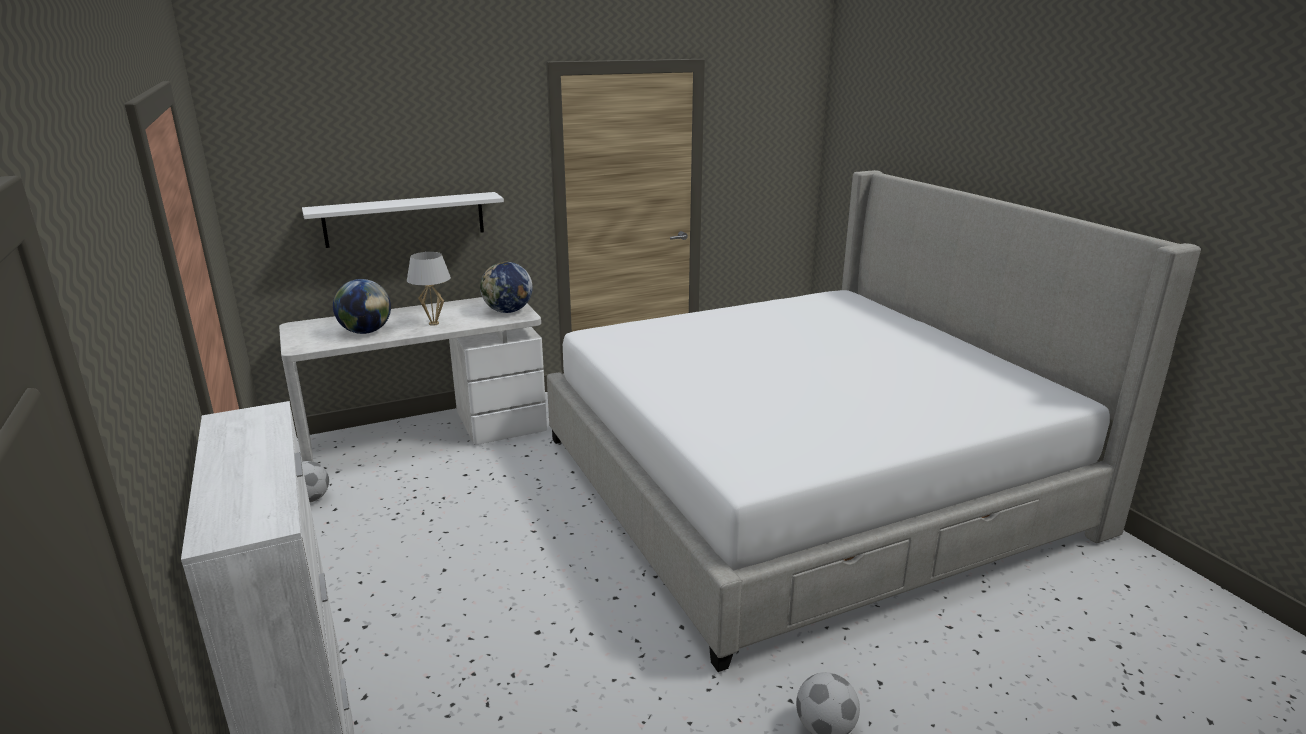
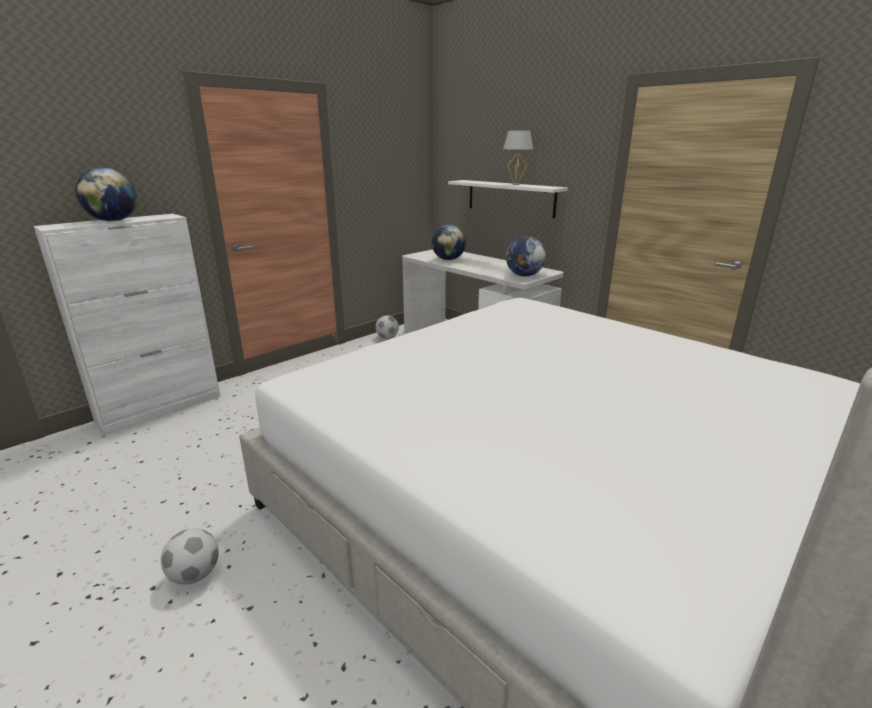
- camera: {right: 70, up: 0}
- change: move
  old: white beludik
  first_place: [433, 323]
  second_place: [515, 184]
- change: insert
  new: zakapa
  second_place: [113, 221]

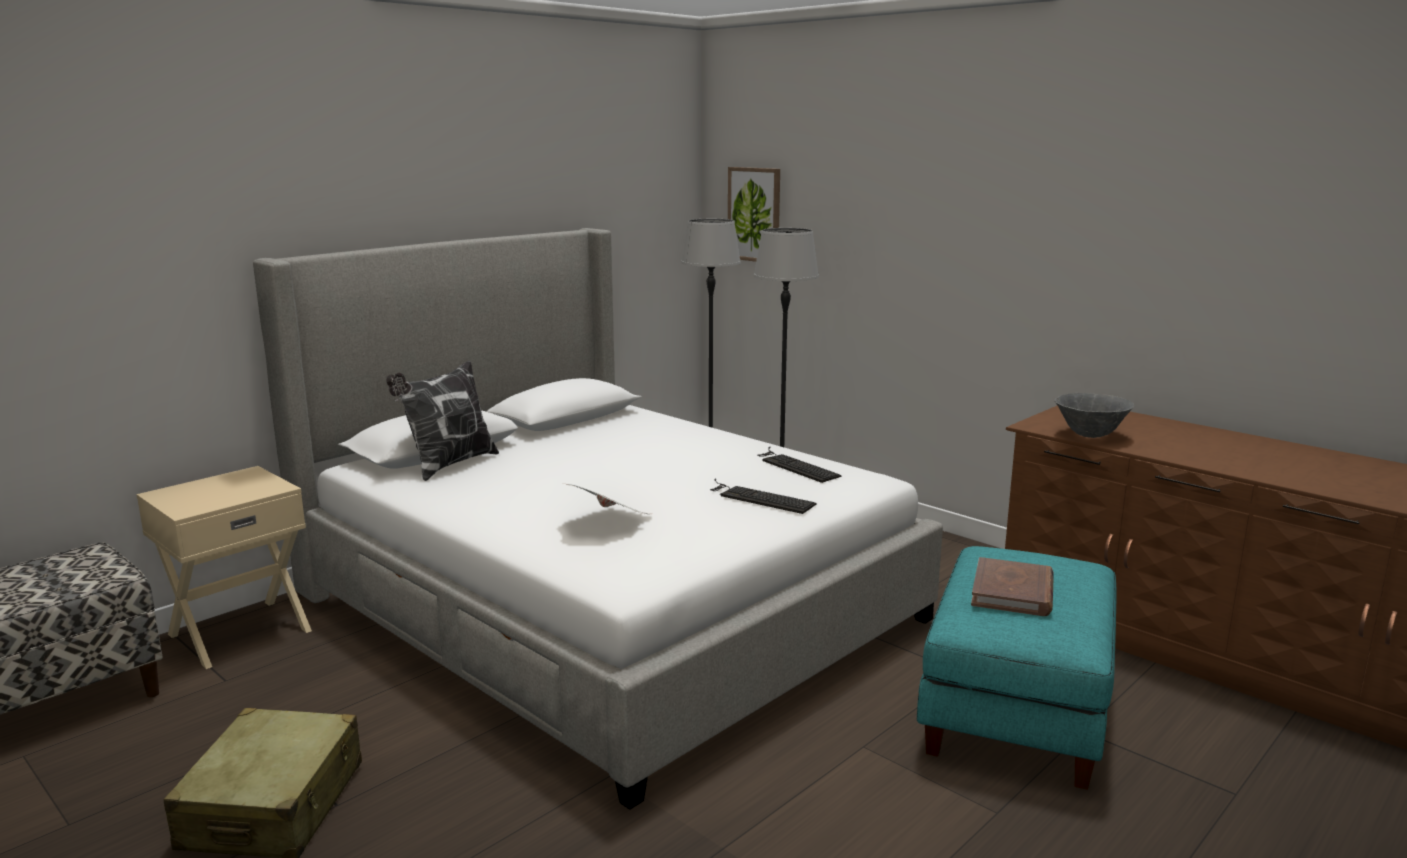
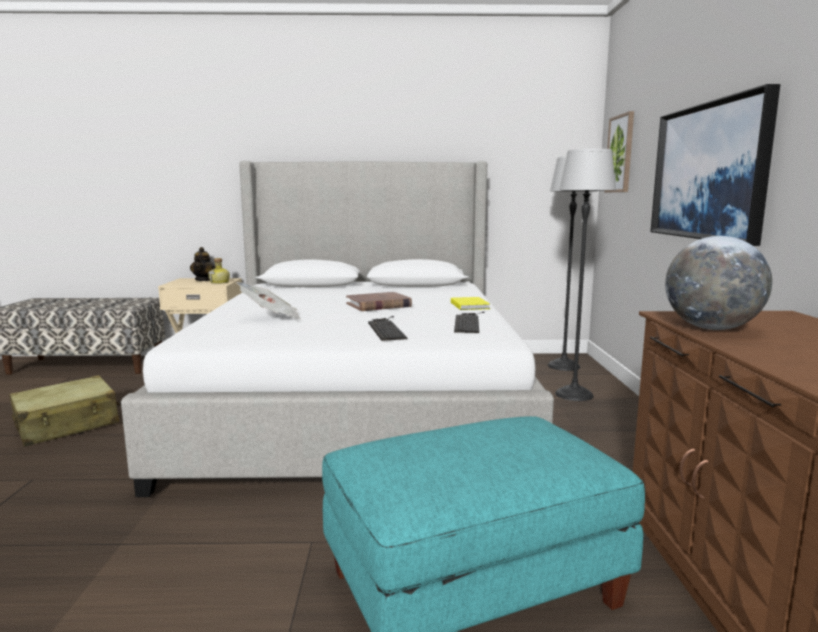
- camera: {right: 45, up: -5}
- change: delete
  old: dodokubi
  first_place: [449, 465]
- change: replace
  old: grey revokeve
  new: zakapa
  first_place: [1090, 435]
  second_place: [711, 328]
- change: move
  old: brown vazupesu
  first_place: [1012, 592]
  second_place: [378, 305]
- change: insert
  new: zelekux
  second_place: [709, 171]
- change: insert
  new: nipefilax
  second_place: [204, 280]
- change: insert
  new: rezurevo
  second_place: [220, 282]
- change: insert
  new: yellow vazupesu
  second_place: [470, 305]

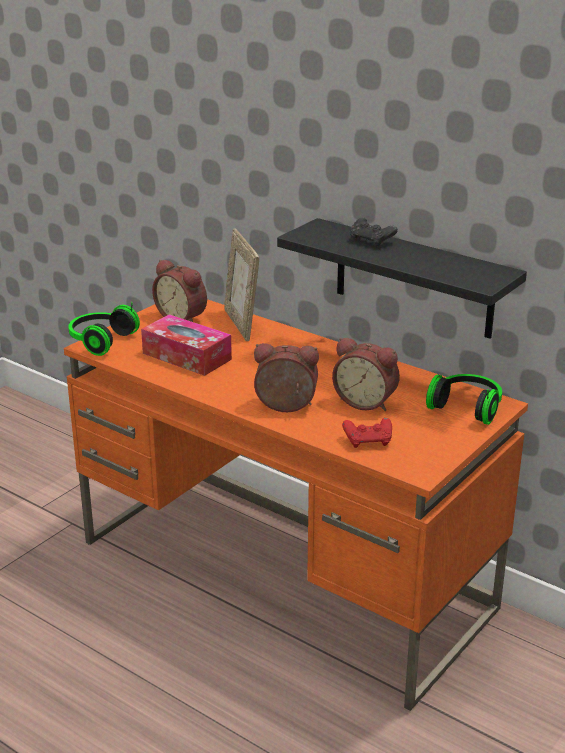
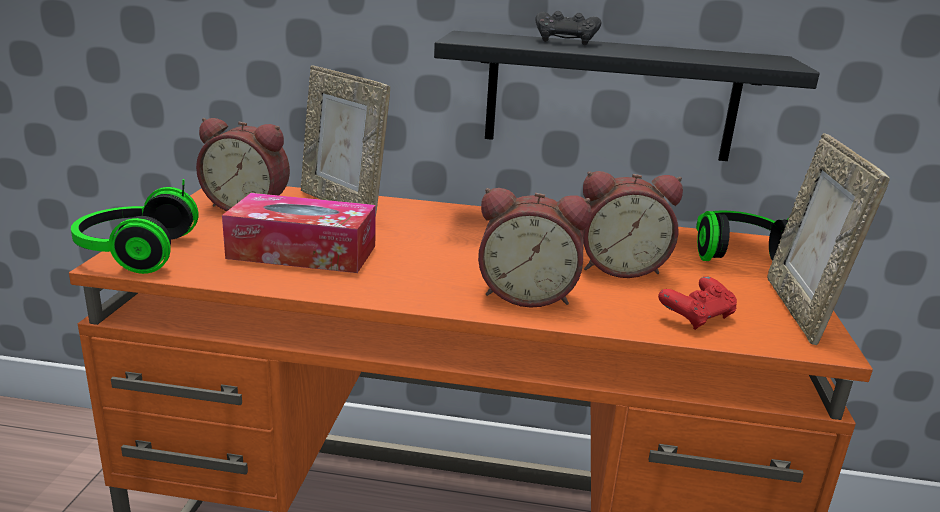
- camera: {right: -30, up: -5}
- change: rotate
  old: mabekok
  first_place: [285, 407]
  second_place: [527, 294]
  degrees: -150
- change: insert
  new: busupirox
  second_place: [800, 310]

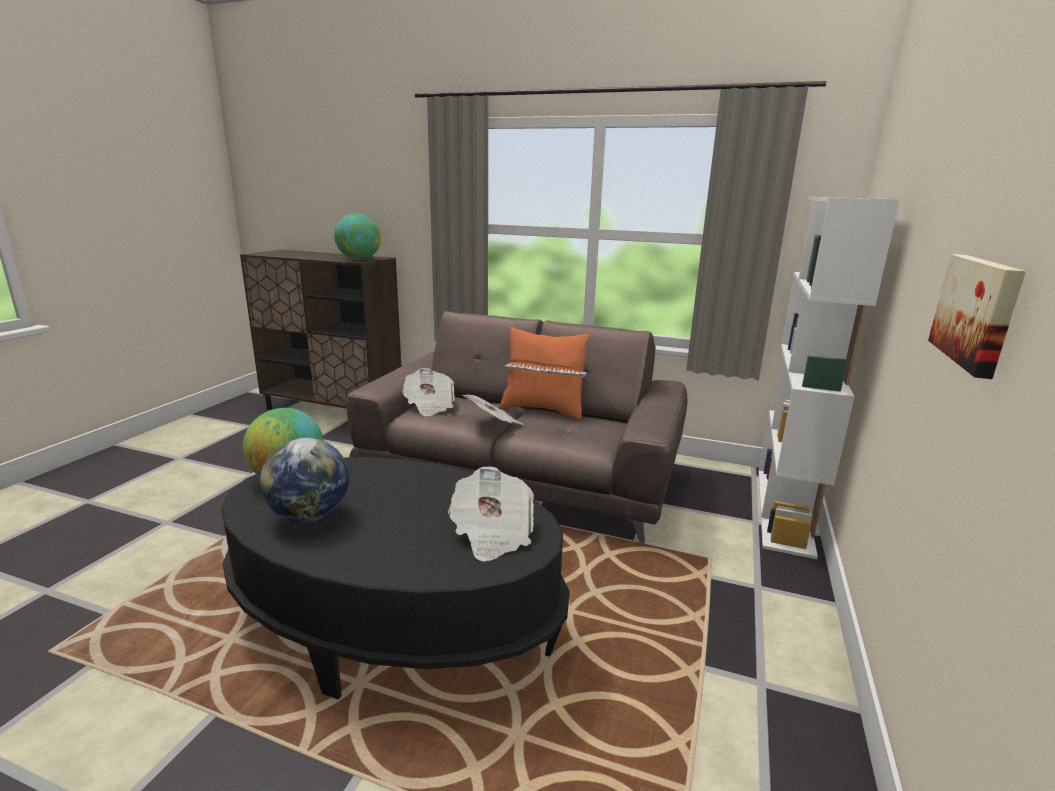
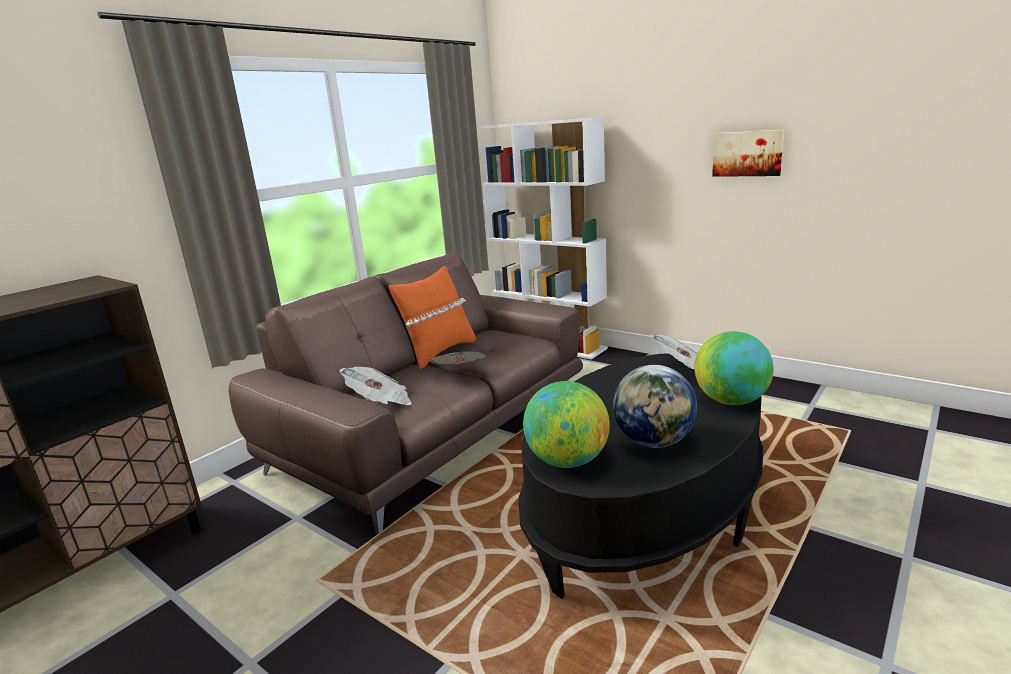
- camera: {right: -70, up: 0}
- change: move
  old: zakapa
  first_place: [359, 259]
  second_place: [731, 401]

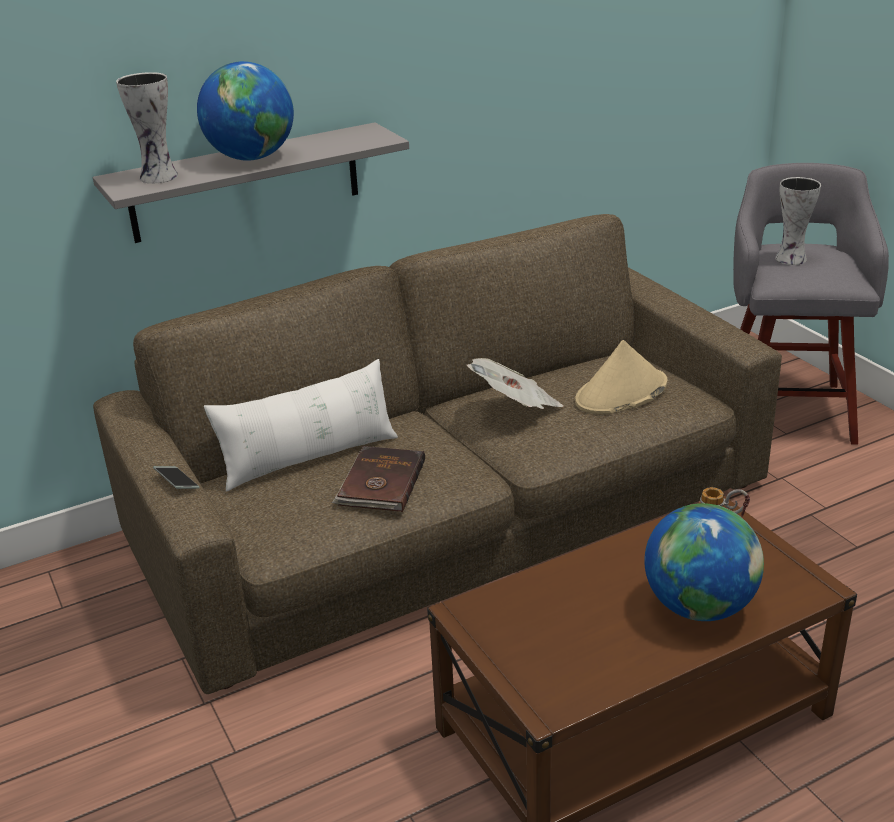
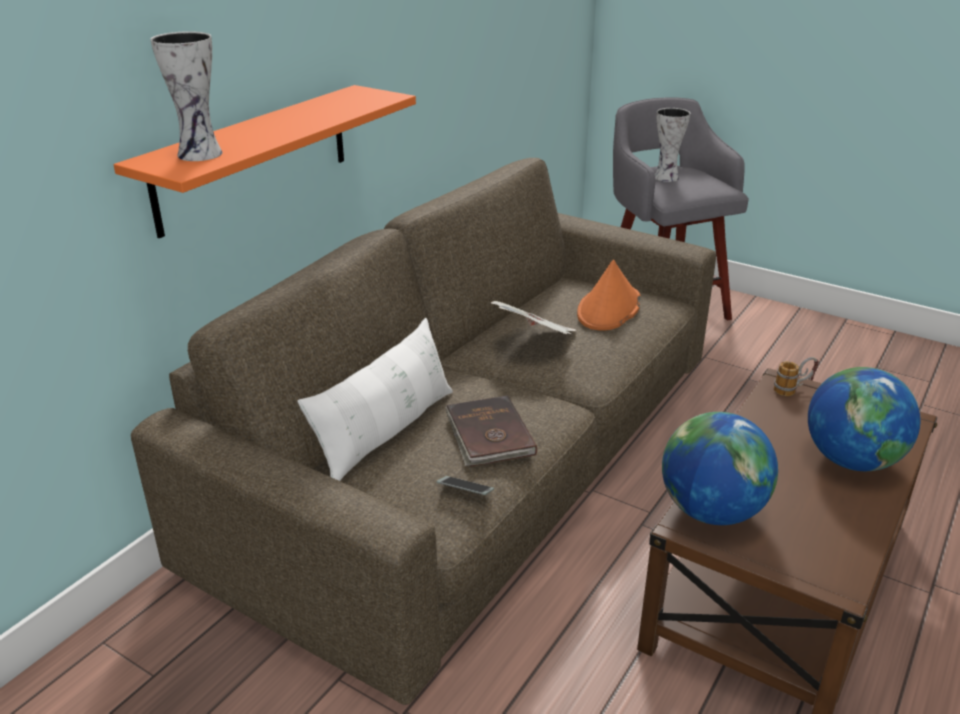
- camera: {right: -30, up: 0}
- change: move
  old: zakapa
  first_place: [251, 158]
  second_place: [711, 511]
- change: recolor
  old: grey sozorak
  new: orange sozorak
  first_place: [245, 183]
  second_place: [254, 158]
- change: recolor
  old: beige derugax
  new: orange derugax
  first_place: [621, 393]
  second_place: [609, 309]
- change: move
  old: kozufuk
  first_place: [177, 482]
  second_place: [465, 490]

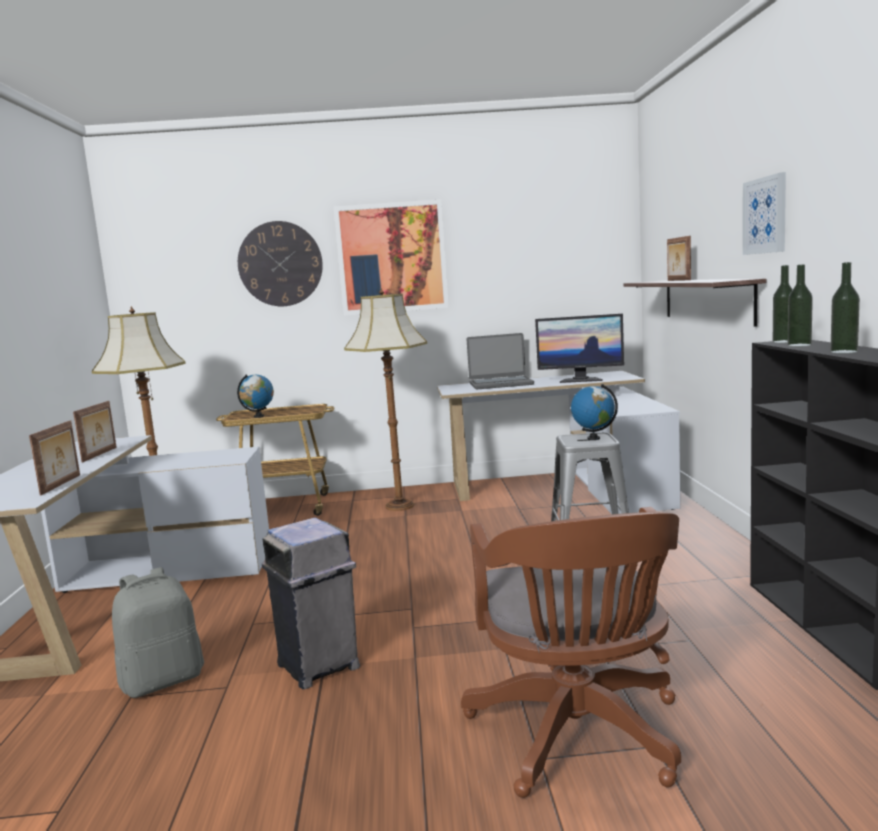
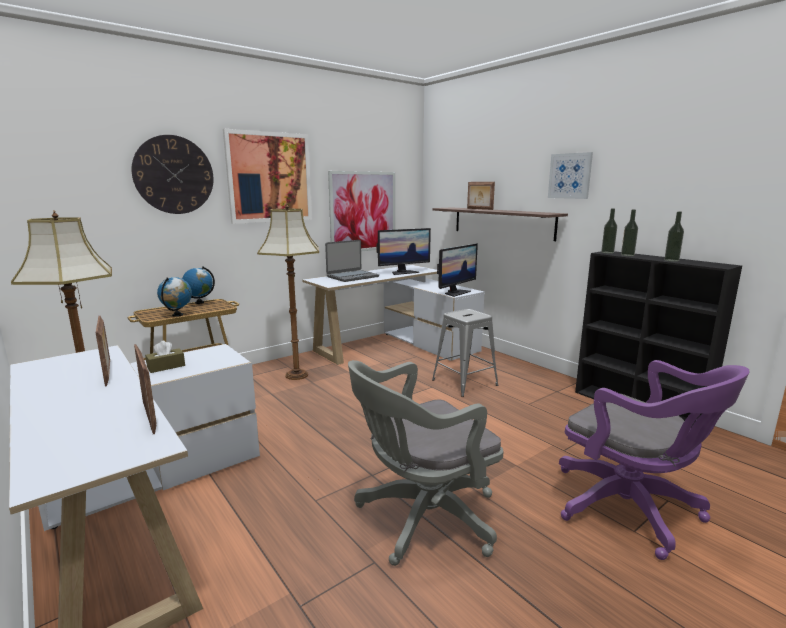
- camera: {right: -35, up: 5}
- change: move
  old: zakapa
  first_place: [593, 438]
  second_place: [199, 302]
- change: recolor
  old: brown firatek
  new: purple firatek
  first_place: [579, 738]
  second_place: [632, 510]
- change: replace
  old: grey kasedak
  new: grey firatek
  first_place: [319, 667]
  second_place: [421, 518]
- change: delete
  old: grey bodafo
  first_place: [163, 680]
- change: insert
  new: zelekux
  second_place: [363, 212]
- change: insert
  new: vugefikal
  second_place: [456, 293]
- change: insert
  new: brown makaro
  second_place: [166, 366]

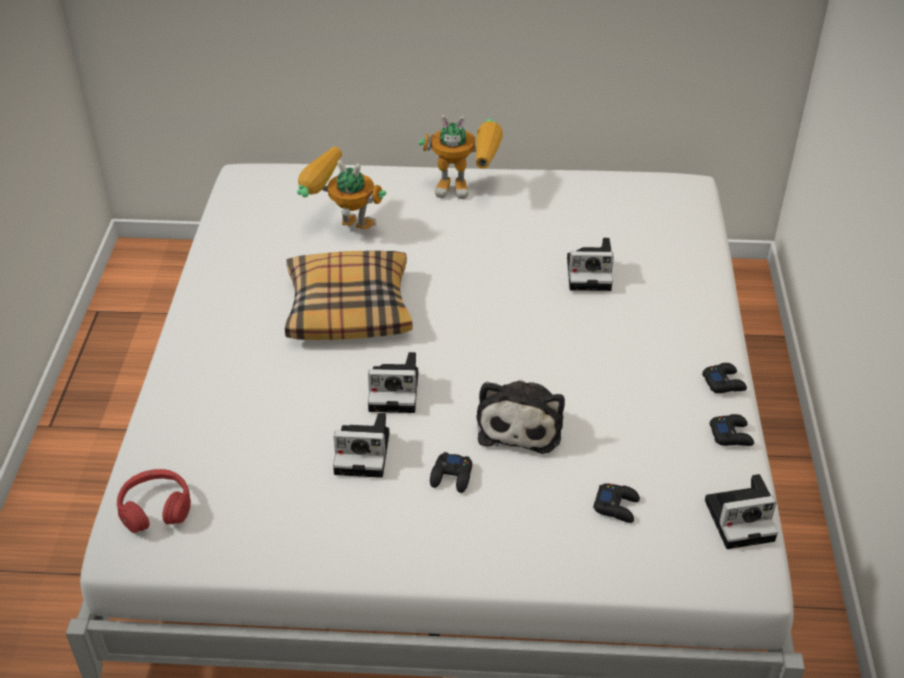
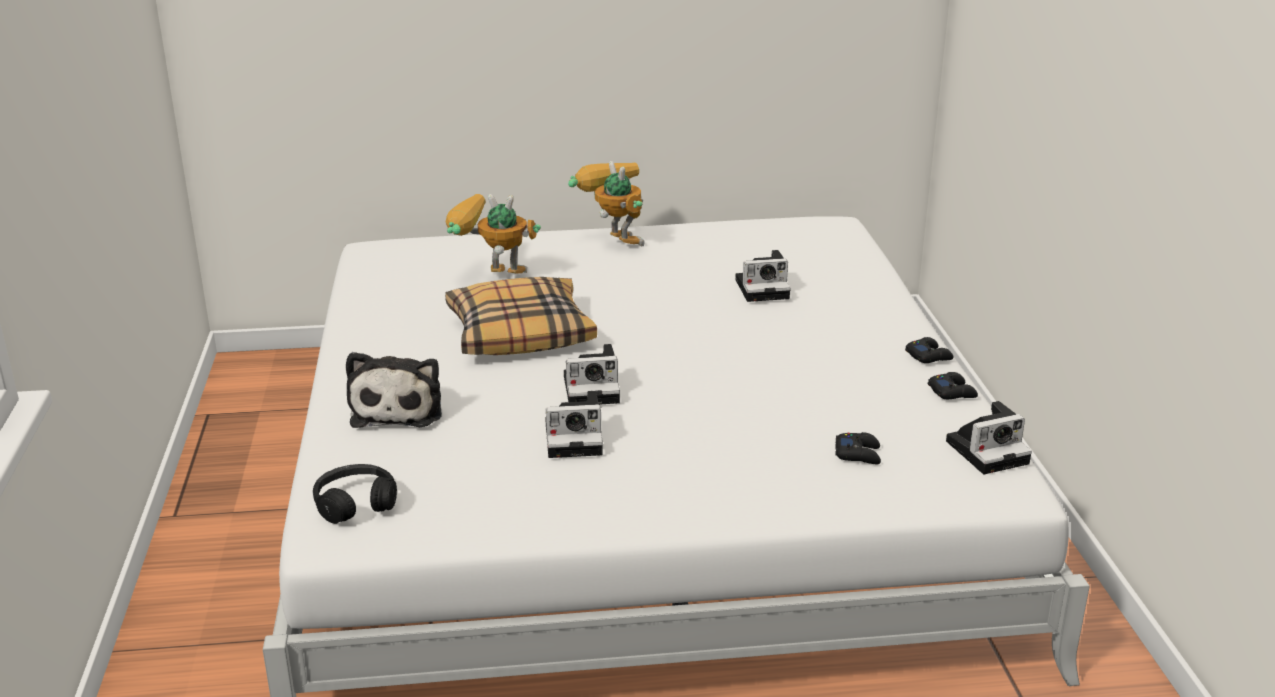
- camera: {right: -10, up: -15}
- change: rotate
  old: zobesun
  first_place: [466, 188]
  second_place: [612, 240]
  degrees: -120
- change: move
  old: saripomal
  first_place: [521, 423]
  second_place: [398, 409]
- change: delete
  old: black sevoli
  first_place: [452, 476]
- change: recolor
  old: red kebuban
  new: black kebuban
  first_place: [155, 508]
  second_place: [355, 503]

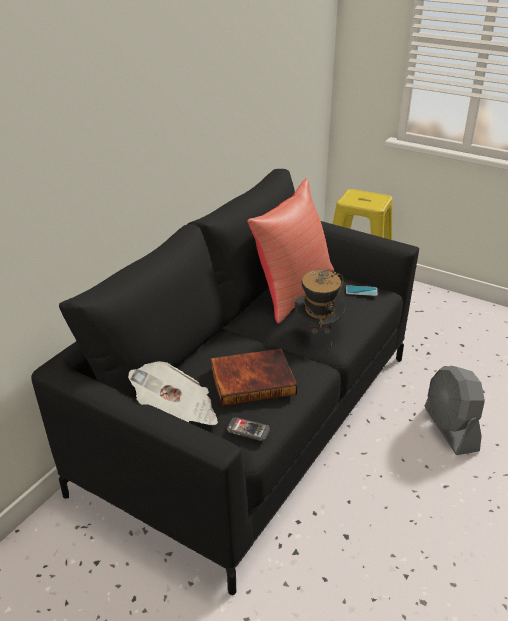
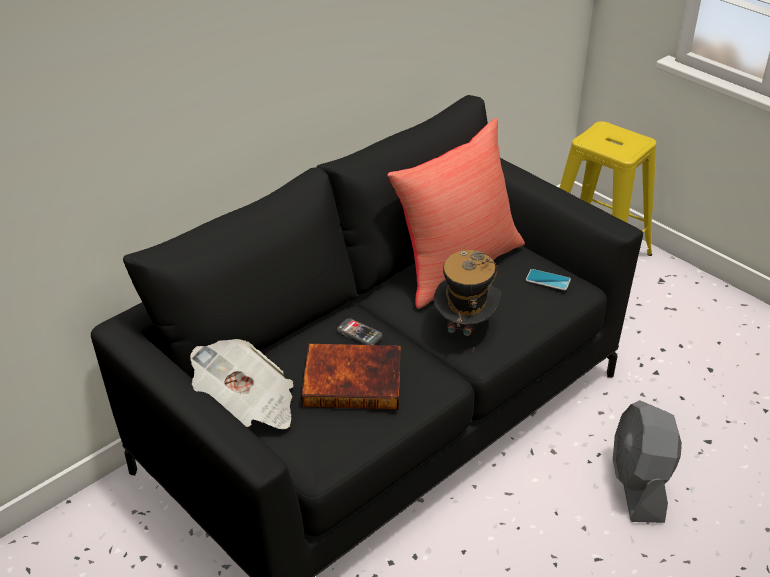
- camera: {right: 15, up: 5}
- change: move
  old: kozufuk
  first_place: [248, 430]
  second_place: [359, 334]

